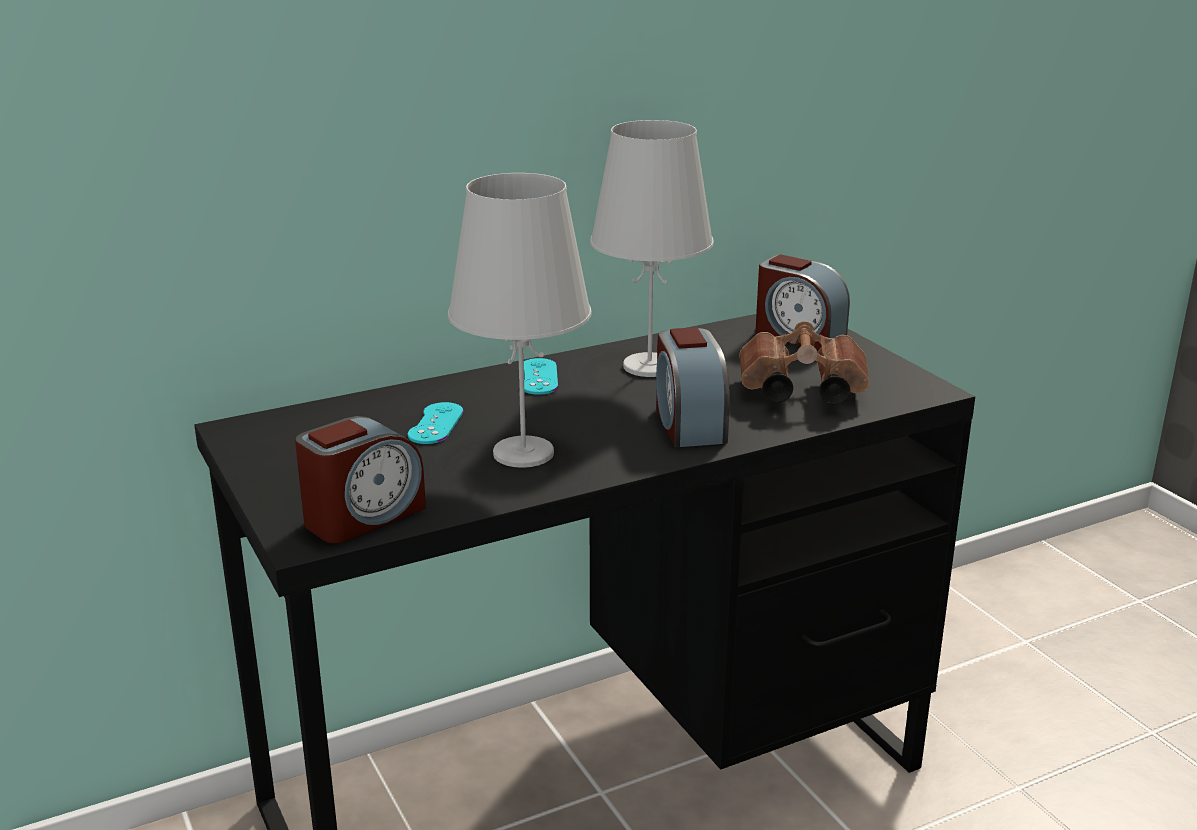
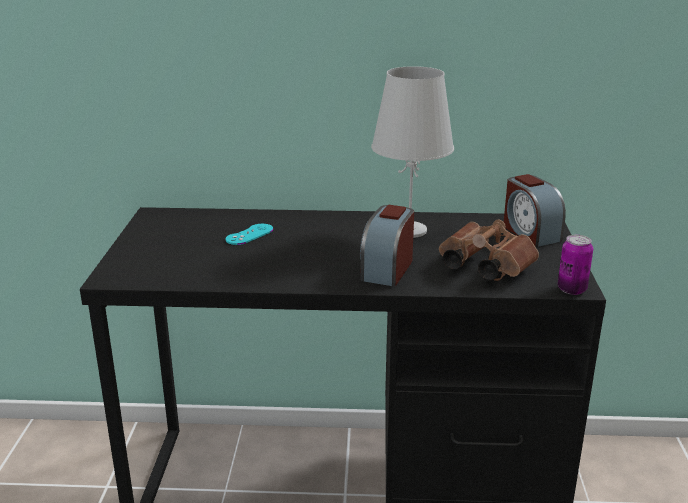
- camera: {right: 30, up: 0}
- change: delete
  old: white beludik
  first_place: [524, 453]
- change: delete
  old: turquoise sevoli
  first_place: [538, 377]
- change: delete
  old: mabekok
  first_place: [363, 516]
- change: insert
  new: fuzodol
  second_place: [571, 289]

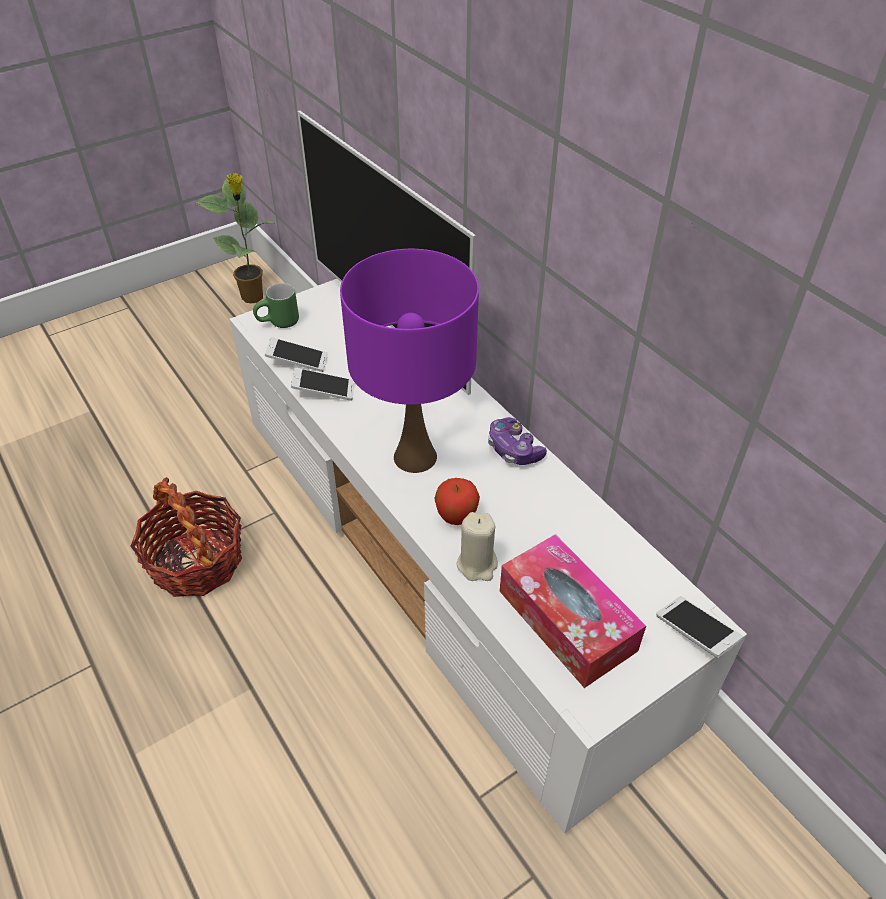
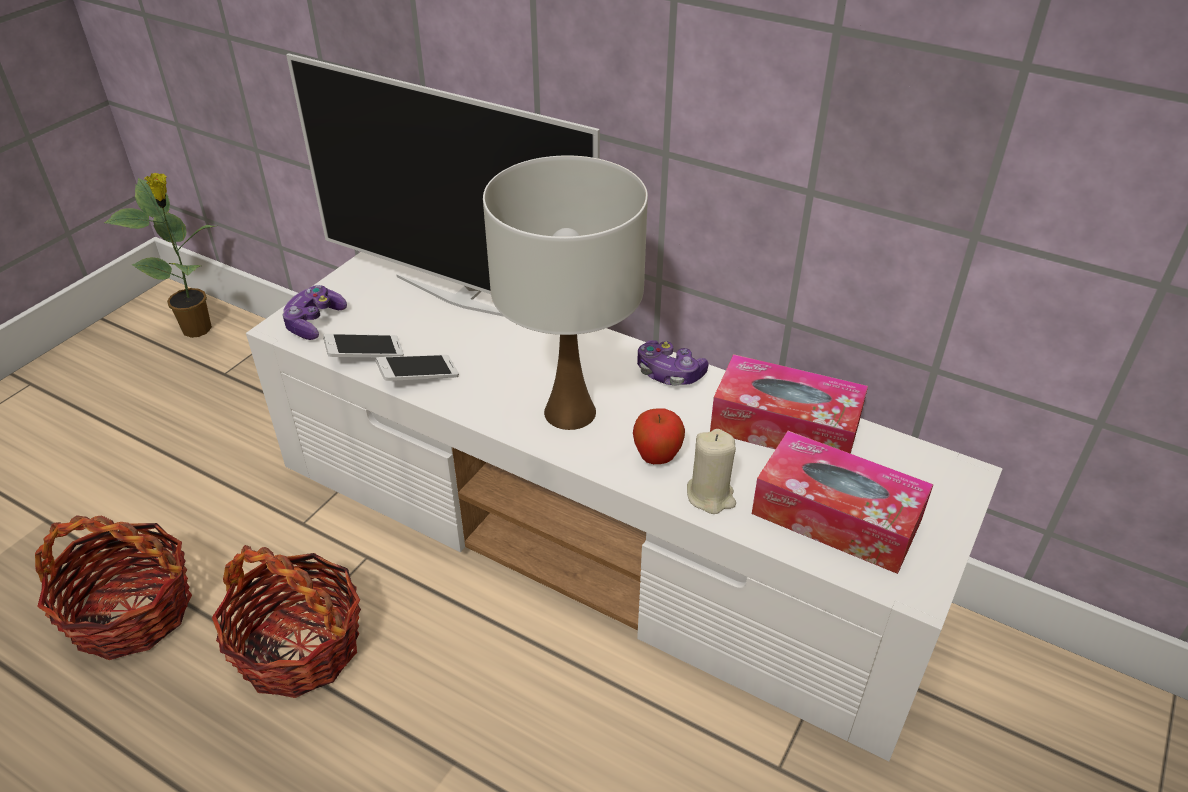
- camera: {right: -25, up: -5}
- change: recolor
  old: purple beludik
  new: white beludik
  first_place: [415, 457]
  second_place: [570, 412]
- change: replace
  old: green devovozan
  new: sevoli
  first_place: [279, 324]
  second_place: [314, 322]
- change: delete
  old: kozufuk
  first_place: [695, 632]
- change: insert
  new: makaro
  second_place: [785, 426]
- change: insert
  new: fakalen
  second_place: [131, 612]

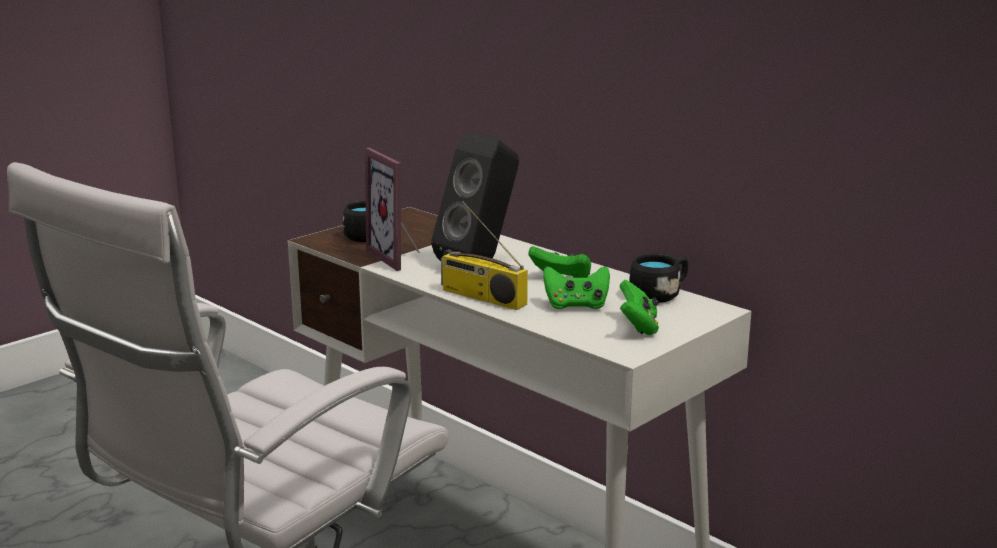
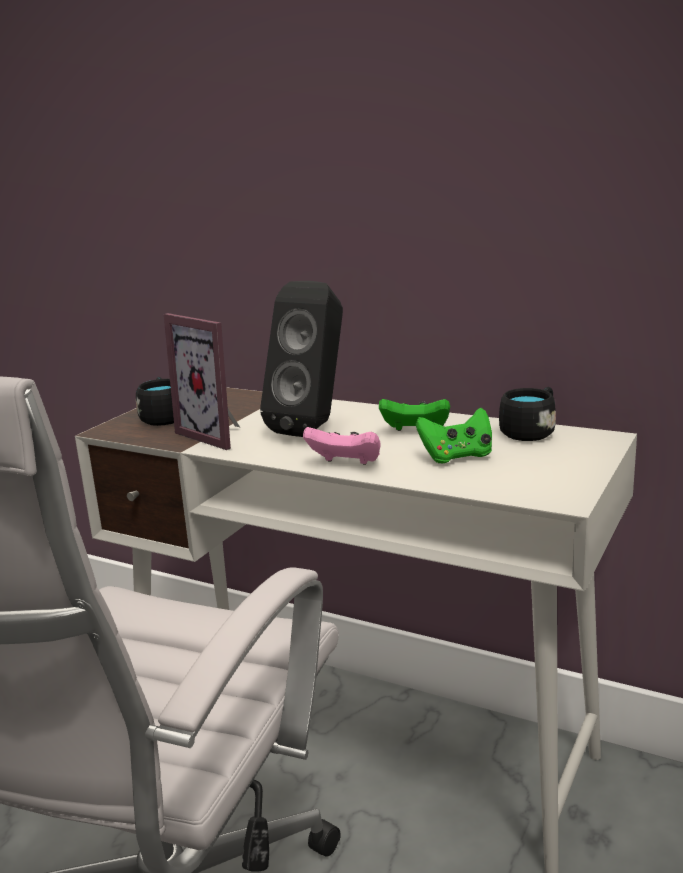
- camera: {right: -15, up: 0}
- change: replace
  old: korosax
  new: pink sevoli
  first_place: [481, 297]
  second_place: [346, 464]
- change: delete
  old: green sevoli
  first_place: [638, 327]

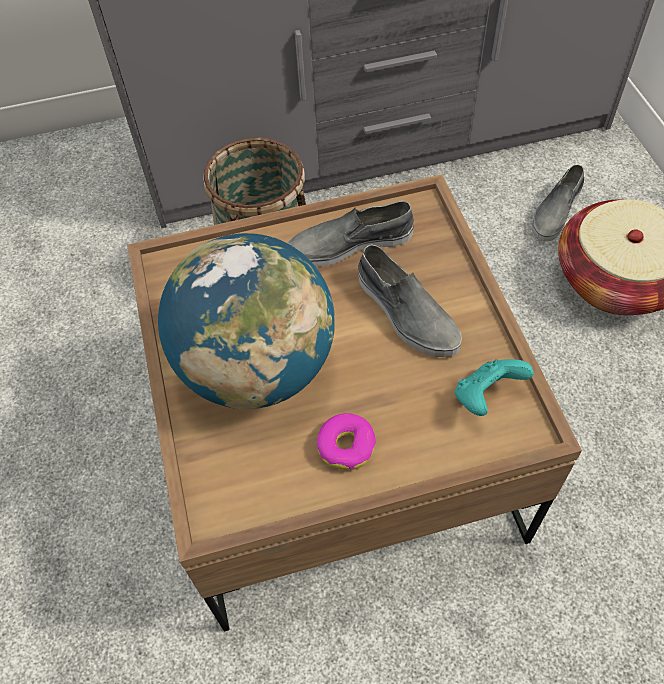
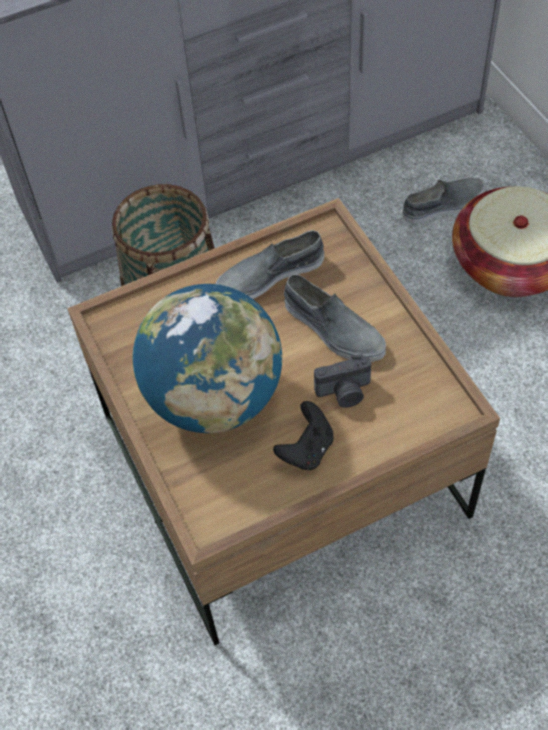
- camera: {right: -10, up: 0}
- change: rotate
  old: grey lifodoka
  first_place: [555, 211]
  second_place: [444, 205]
  degrees: -135
- change: delete
  old: turquoise sevoli
  first_place: [486, 396]
- change: replace
  old: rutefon
  new: black sevoli
  first_place: [346, 446]
  second_place: [307, 449]
- change: insert
  new: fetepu
  second_place: [344, 392]

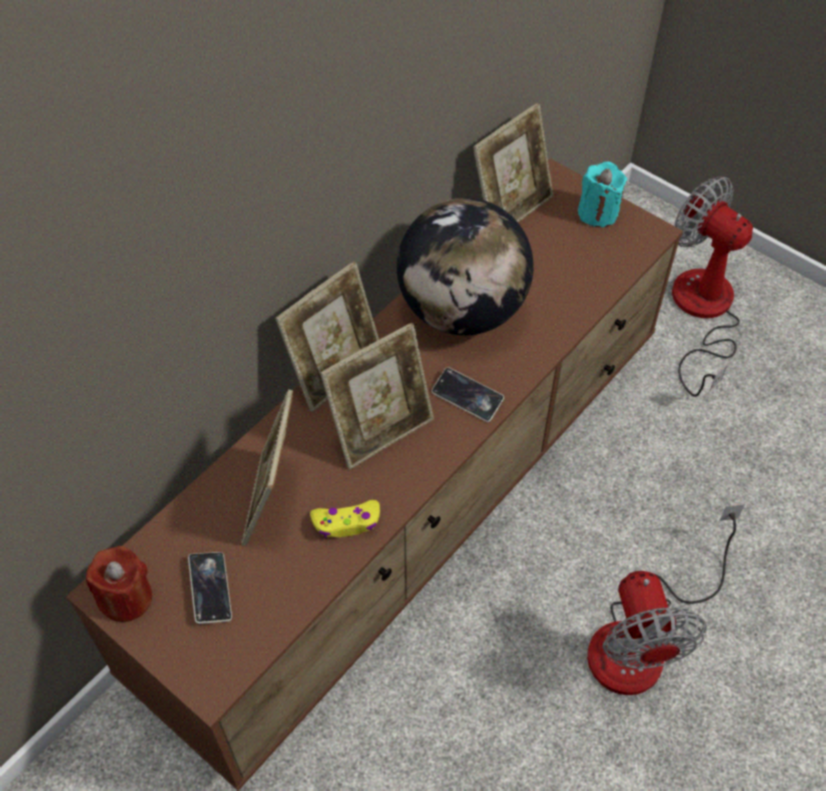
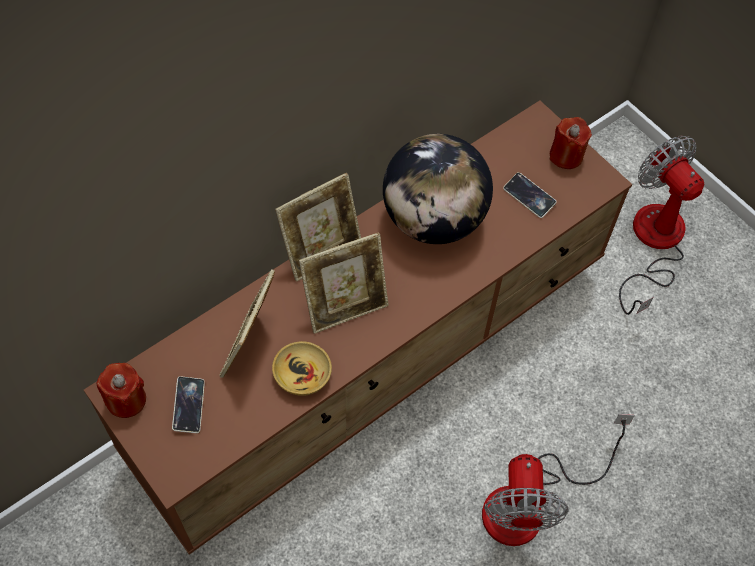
- camera: {right: 10, up: 5}
- change: delete
  old: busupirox
  first_place: [511, 209]
- change: recolor
  old: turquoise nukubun
  new: red nukubun
  first_place: [598, 213]
  second_place: [566, 156]
- change: move
  old: kozufuk
  first_place: [467, 397]
  second_place: [529, 197]
- change: replace
  old: yellow sevoli
  new: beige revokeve
  first_place: [347, 523]
  second_place: [302, 375]

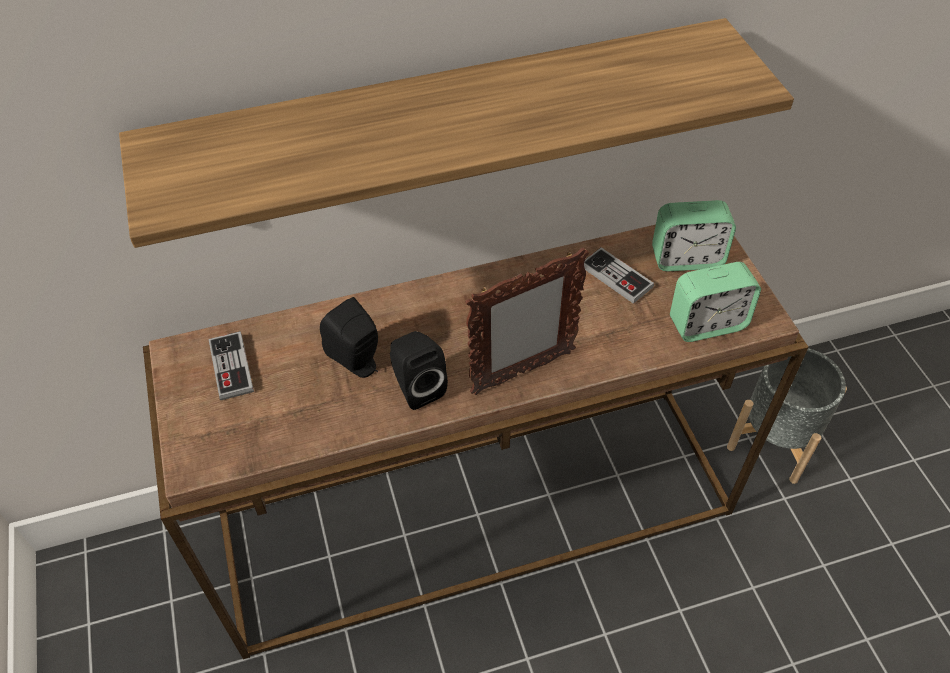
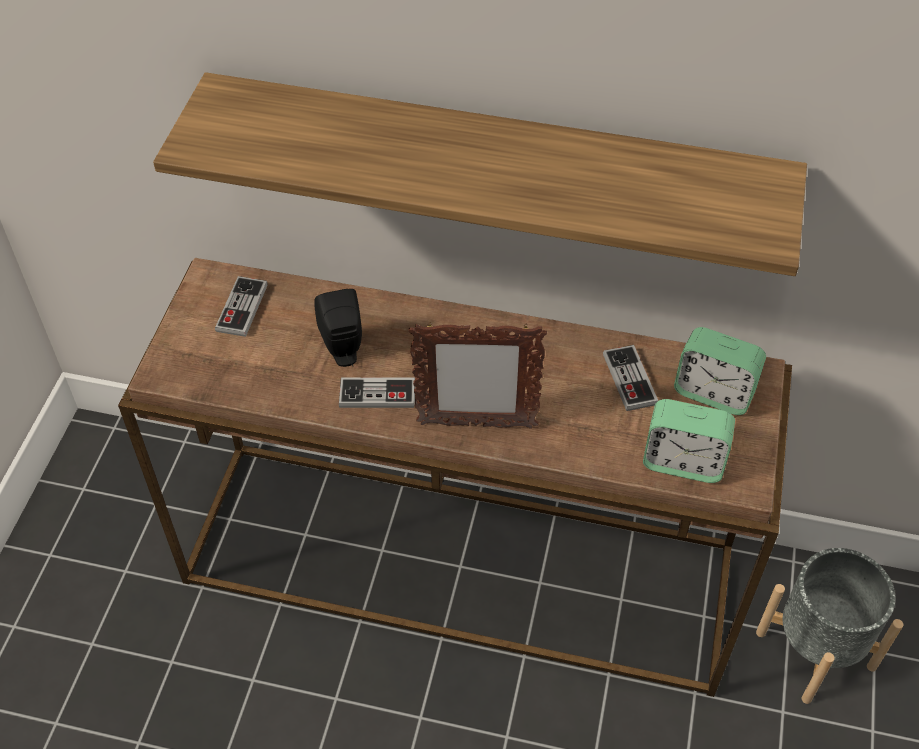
- camera: {right: 30, up: 0}
- change: replace
  old: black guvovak
  new: sevoli
  first_place: [417, 387]
  second_place: [377, 394]

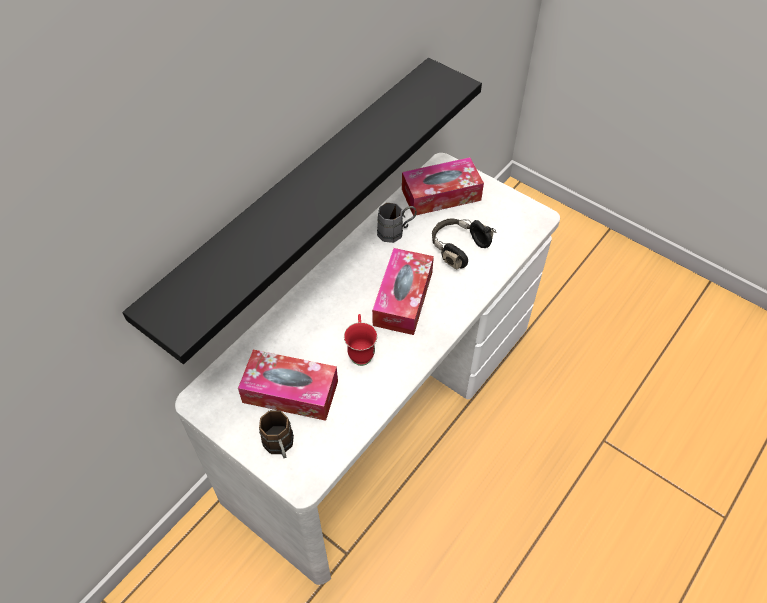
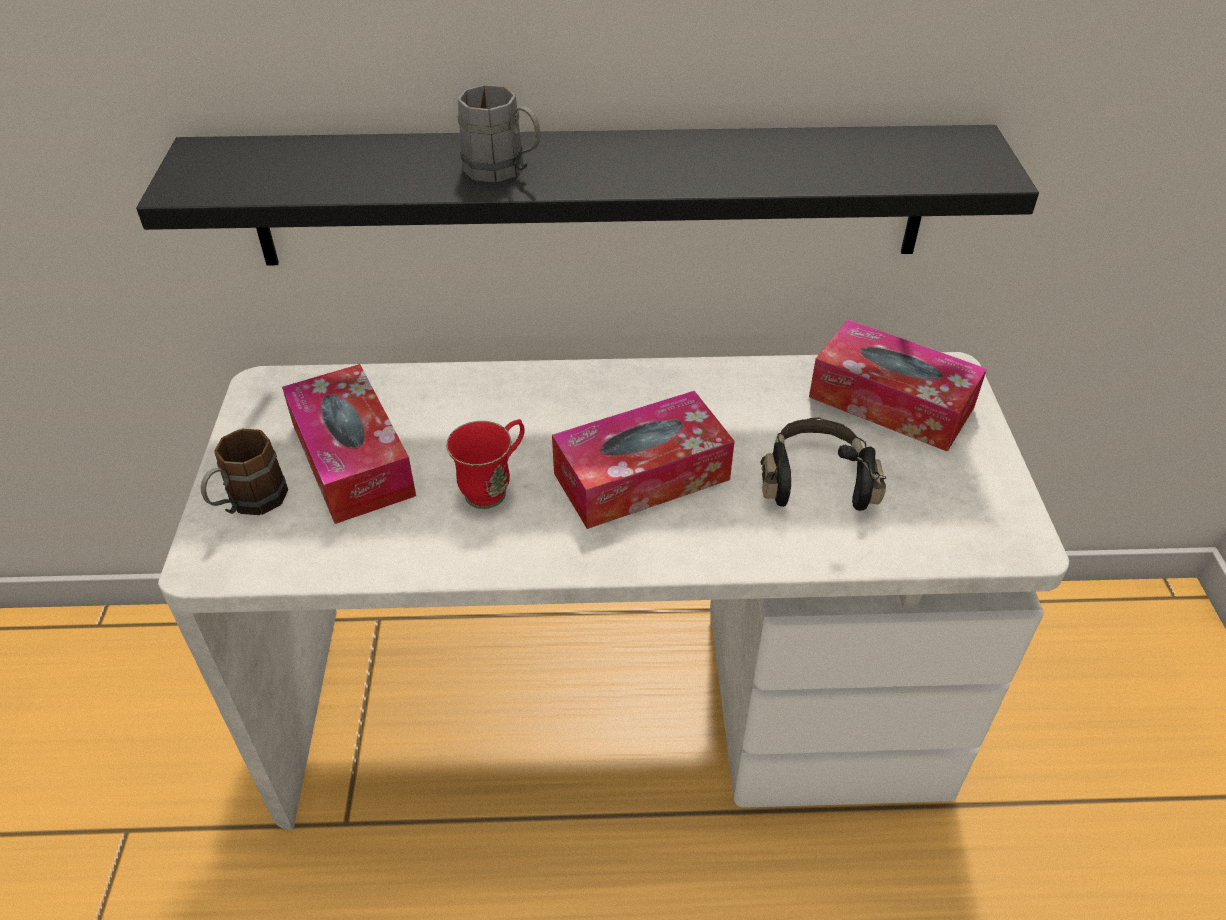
- camera: {right: 50, up: -10}
- change: move
  old: grey devovozan
  first_place: [396, 231]
  second_place: [504, 171]

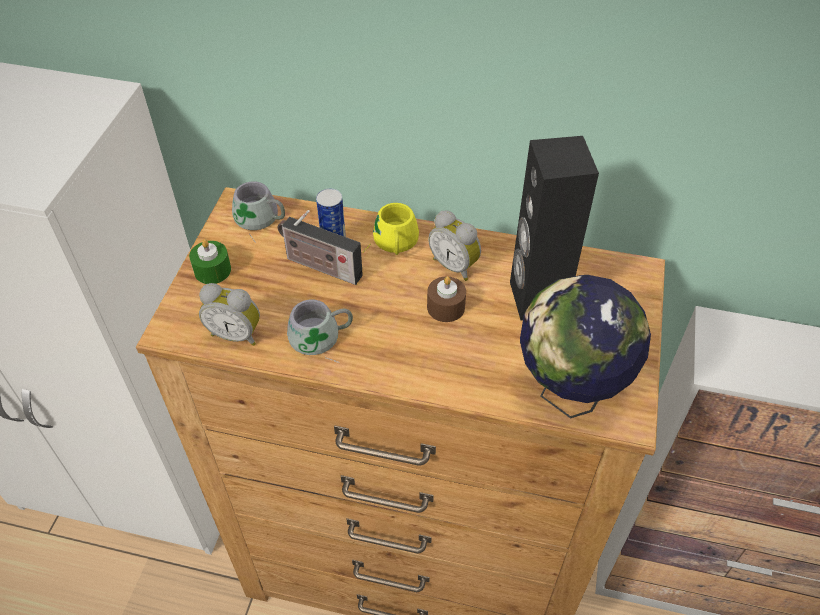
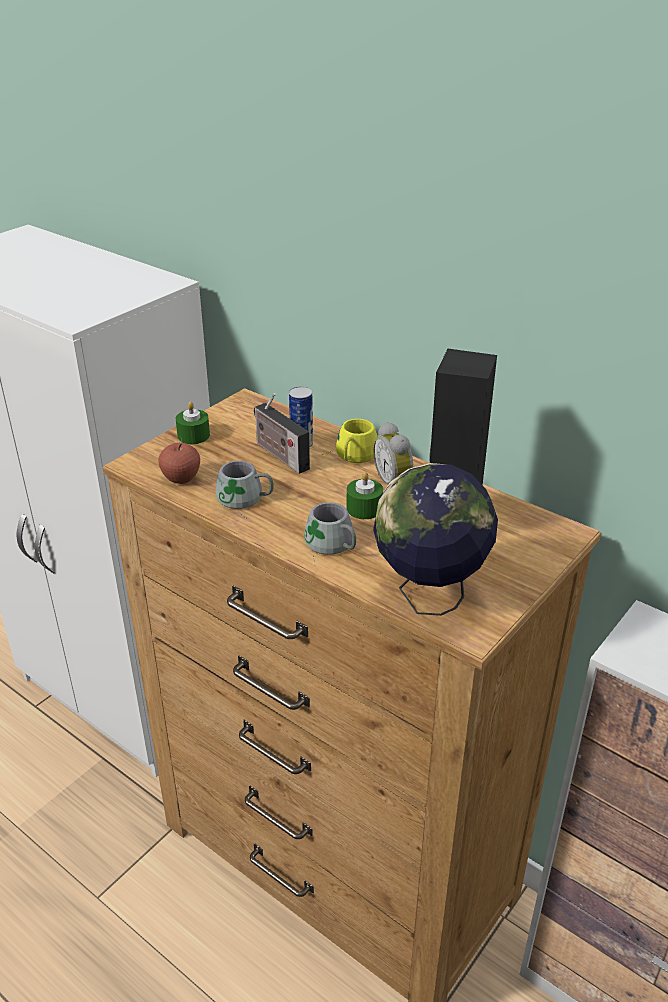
- camera: {right: 25, up: -15}
- change: move
  old: grey devovozan
  first_place: [259, 221]
  second_place: [329, 546]
- change: recolor
  old: brown nukubun
  new: green nukubun
  first_place: [446, 307]
  second_place: [364, 508]
- change: replace
  old: mabekok
  new: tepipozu
  first_place: [236, 333]
  second_place: [181, 478]

